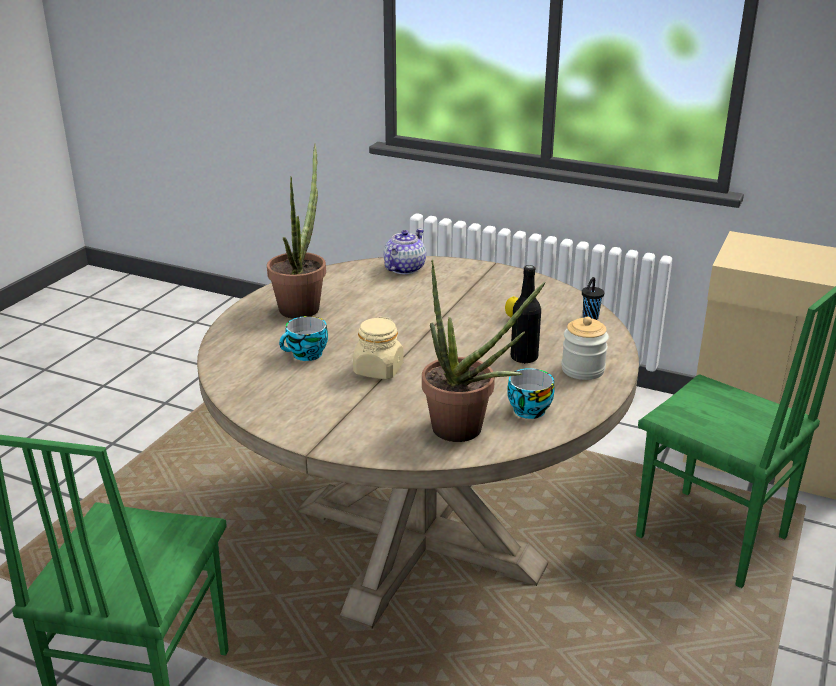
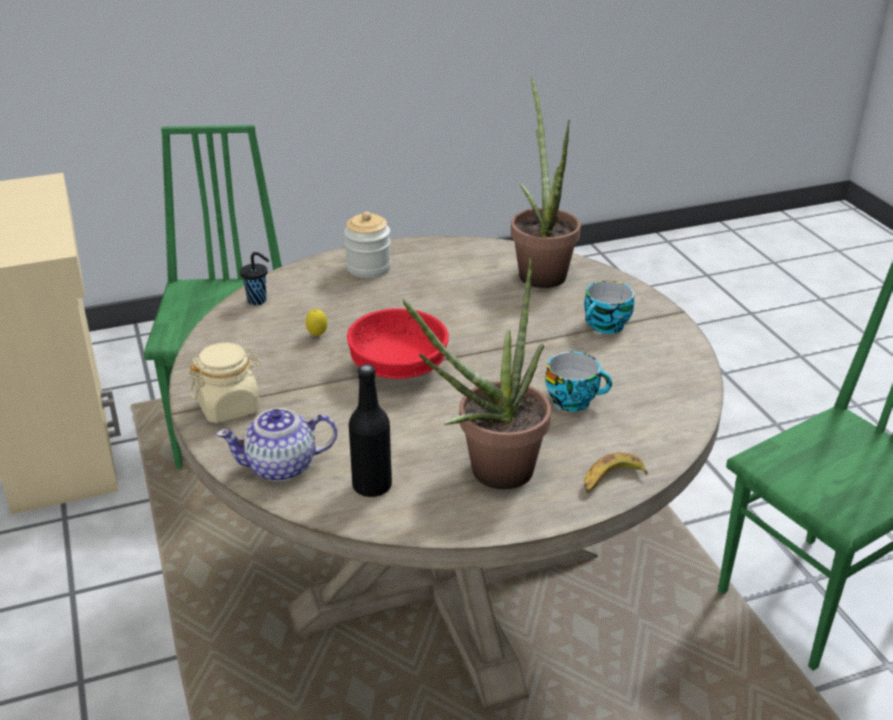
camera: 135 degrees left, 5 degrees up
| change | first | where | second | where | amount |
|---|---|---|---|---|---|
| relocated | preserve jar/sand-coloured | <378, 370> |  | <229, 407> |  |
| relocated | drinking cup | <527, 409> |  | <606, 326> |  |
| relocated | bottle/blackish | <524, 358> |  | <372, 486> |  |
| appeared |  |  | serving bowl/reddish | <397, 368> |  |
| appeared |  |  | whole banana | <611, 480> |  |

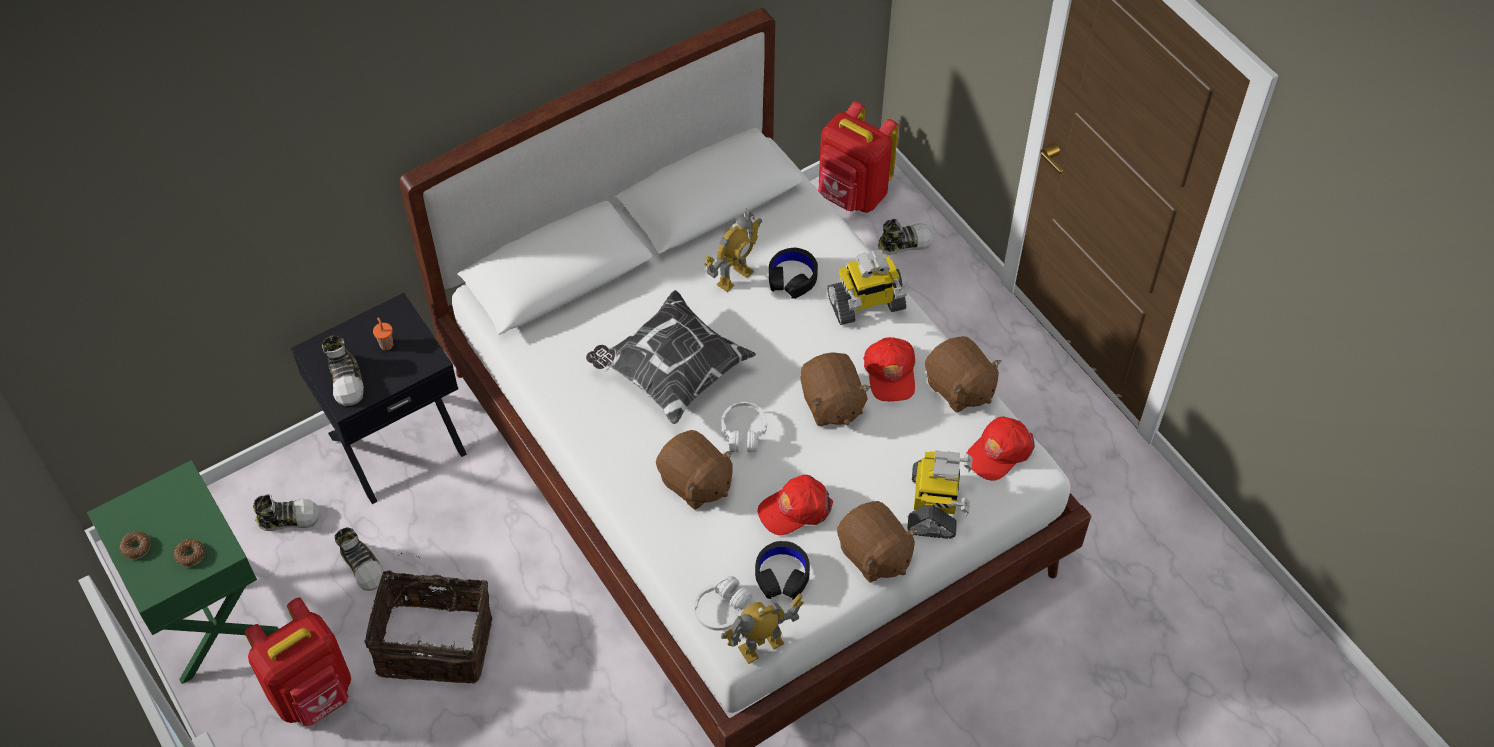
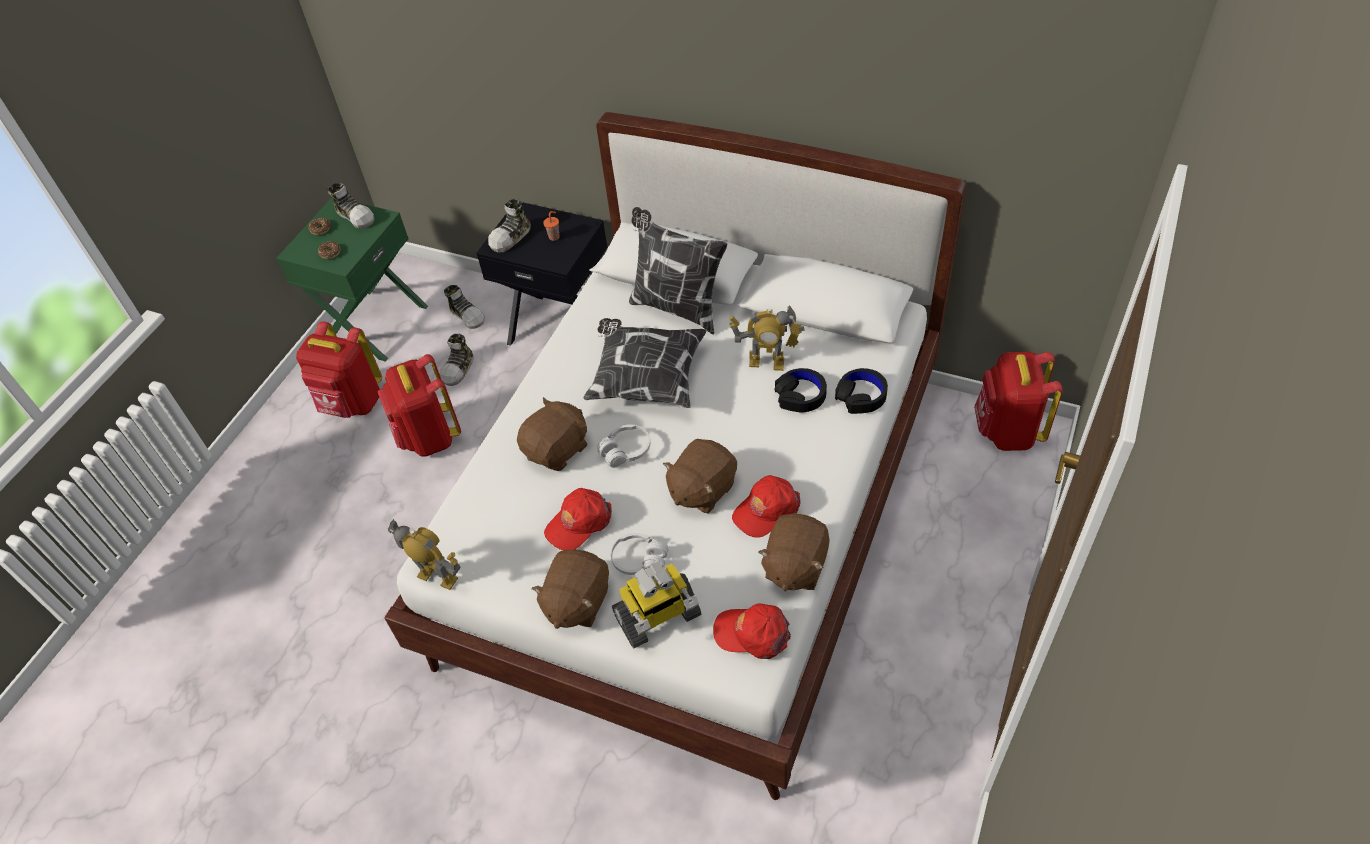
camera: 60 degrees right, 5 degrees down
| change | first | where | second | where | amount |
|---|---|---|---|---|---|
| exchanged | household basket | <436, 641> | knapsack/reddish | <429, 437> |  |
| spun | plush toy/brownish | <695, 483> |  | <557, 450> | 150 degrees counterclockwise |
| relocated | headphones/white-coloured | <722, 609> |  | <639, 560> |  |
| relocated | headphones/blackish | <782, 575> |  | <861, 396> |  |
| spun | peaked cap/reddish | <795, 509> |  | <578, 523> | 75 degrees counterclockwise |
| missing | robot figure | <866, 304> |  |  |  |
| relocated | item of footwear | <904, 242> |  | <355, 216> |  |
| appeared |  |  | pillow | <677, 307> |  |

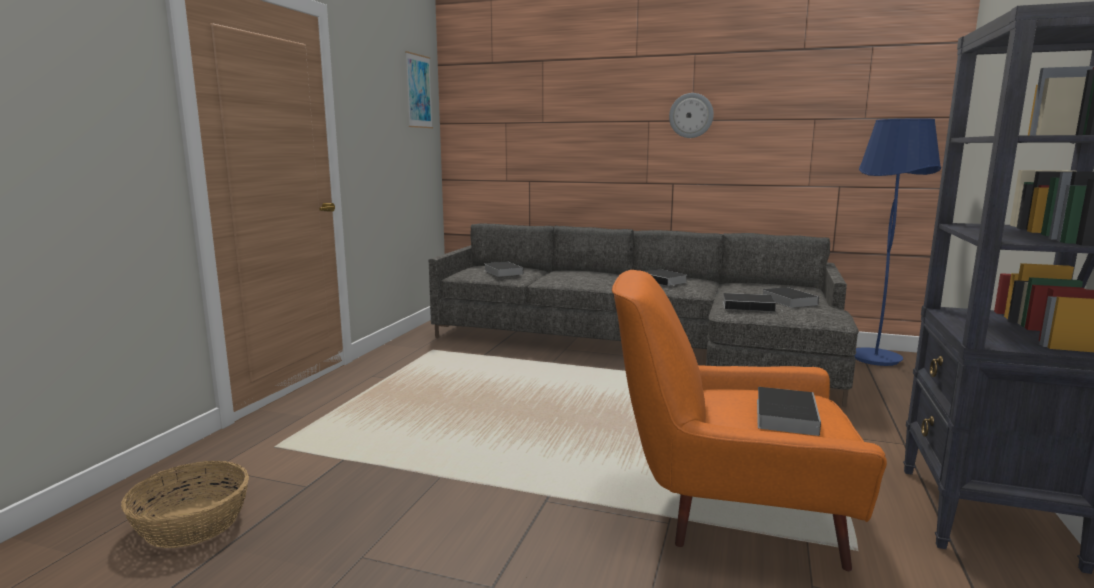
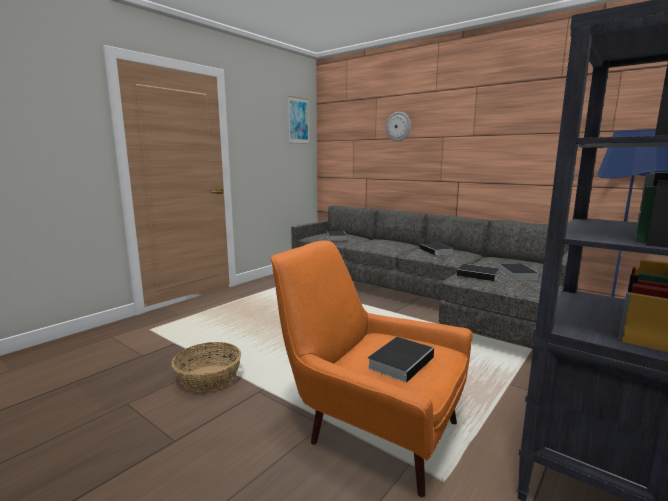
camera: 20 degrees right, 0 degrees up
| change | first | where | second | where | amount |
|---|---|---|---|---|---|
| relocated | household basket | <191, 523> |  | <208, 378> |  |
| relocated | hanging clock | <691, 115> |  | <398, 126> |  |

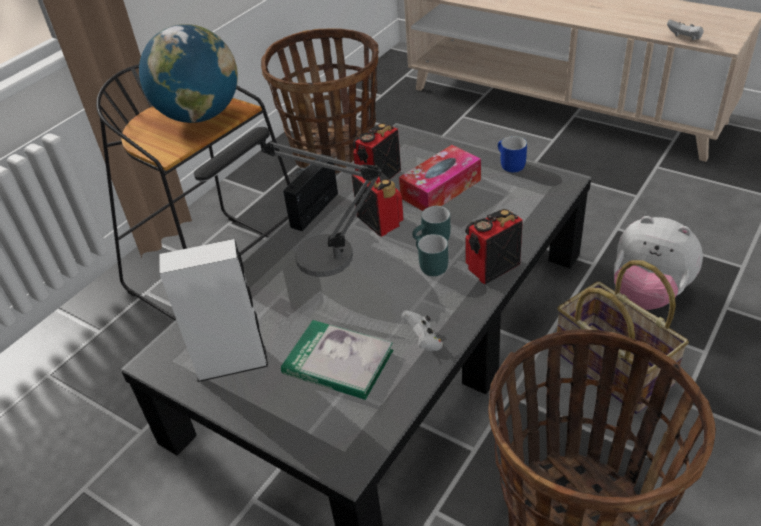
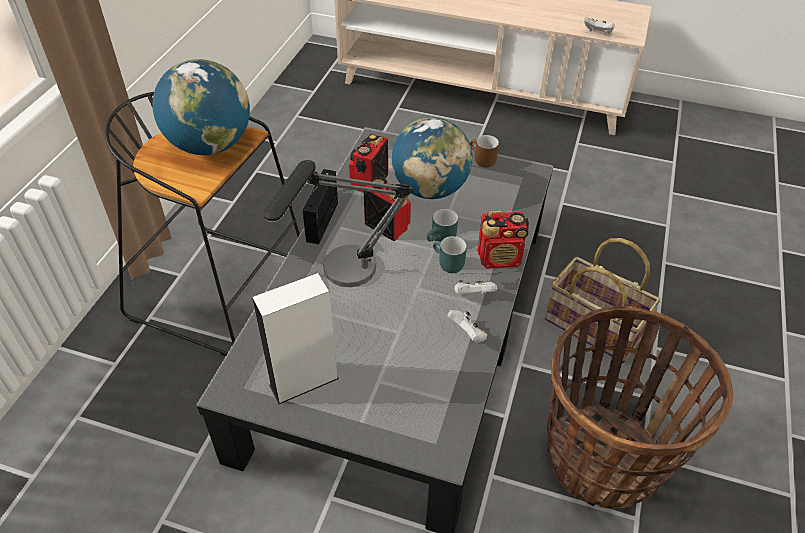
camera: 20 degrees left, 5 degrees up
| change | first | where | second | where | amount |
|---|---|---|---|---|---|
| missing | household basket | <334, 152> |  |  |  |
| missing | book | <338, 362> |  |  |  |
| exchanged | tissue box | <441, 189> | globe | <430, 189> |  |
| spun | radio set | <491, 267> |  | <500, 258> | 135 degrees counterclockwise |
| colour | tea mug/blue | <508, 165> | tea mug/brownish | <481, 160> |  |
| missing | plush toy | <648, 294> |  |  |  |
| appeared |  |  | game controller/white-coloured | <473, 296> |  |

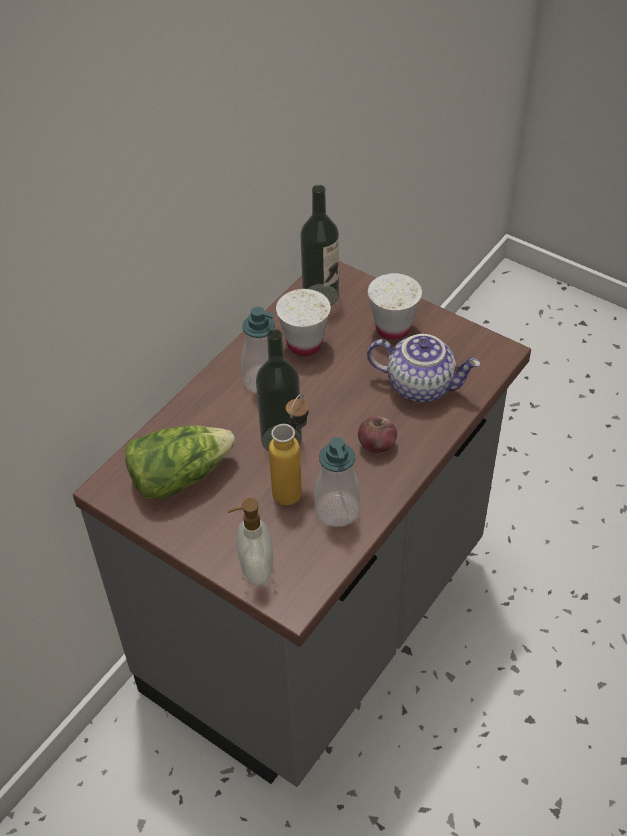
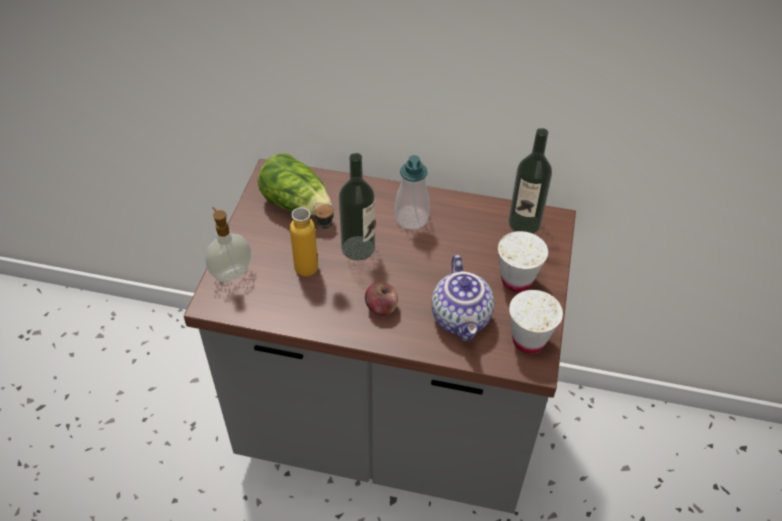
camera: 65 degrees right, 0 degrees up
| change | first | where | second | where | amount |
|---|---|---|---|---|---|
| relocated | drinking cup/white-coloured | <304, 344> |  | <528, 340> |  |
| missing | liquid soap bottle | <337, 510> |  |  |  |

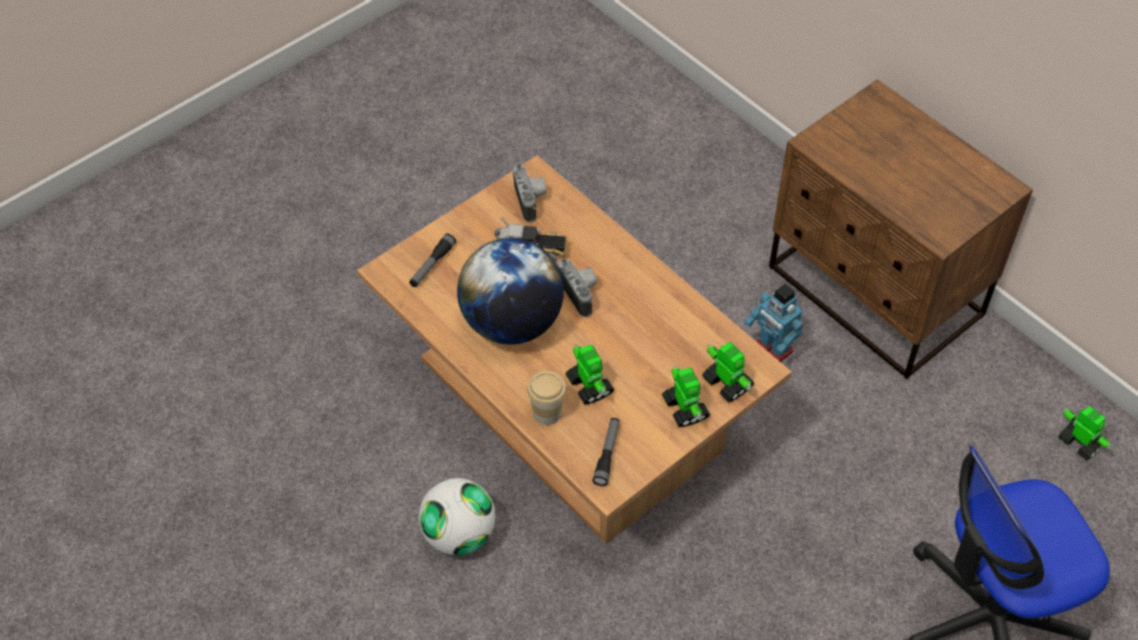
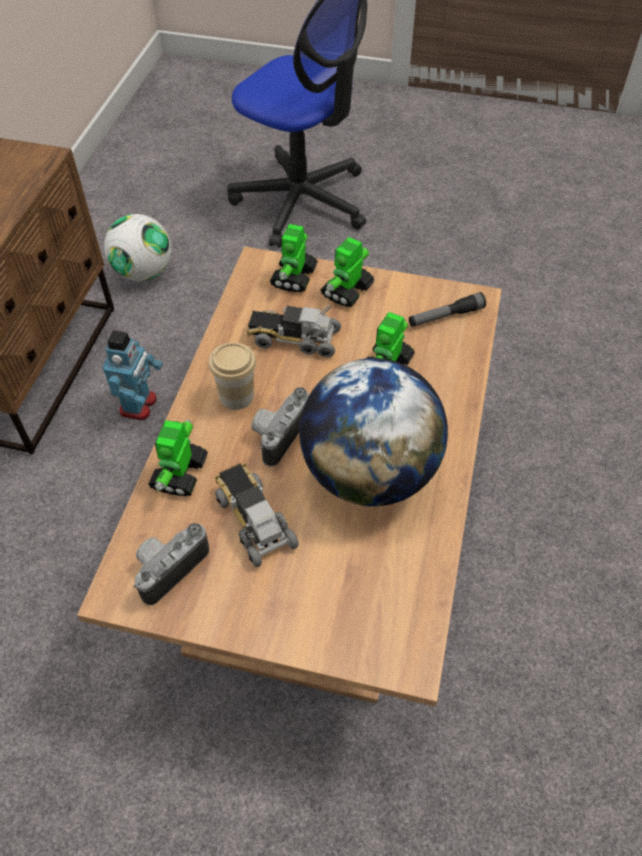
camera: 125 degrees left, 0 degrees up
| change | first | where | second | where | amount |
|---|---|---|---|---|---|
| missing | hand torch | <432, 265> |  |  |  |
| relocated | football | <459, 535> |  | <143, 272> |  |
| relocated | drinking cup | <547, 413> |  | <236, 396> |  |
| relocated | robot figure | <1080, 442> |  | <179, 474> |  |
| appeared |  |  | toy lorry | <294, 338> |  |

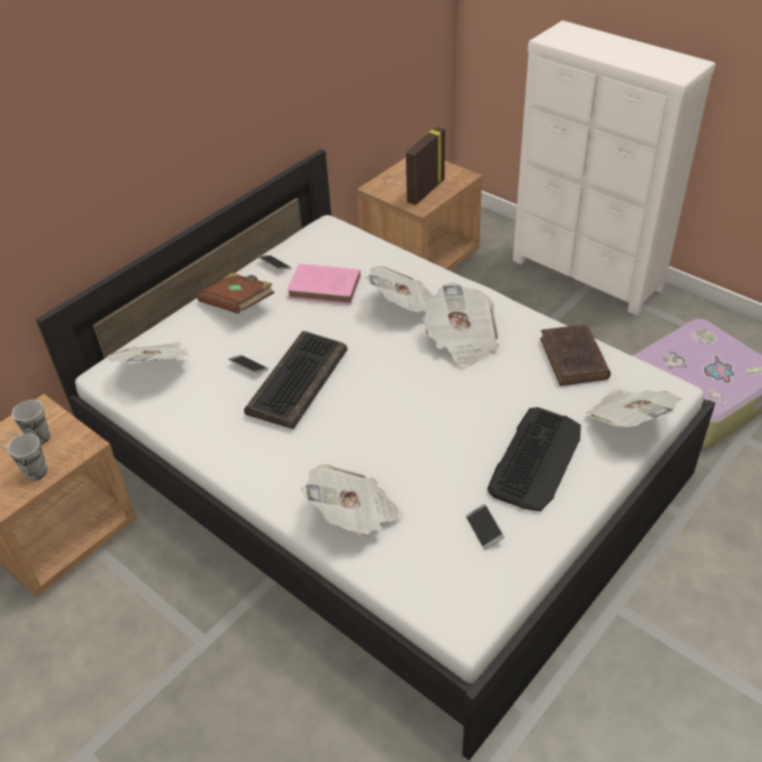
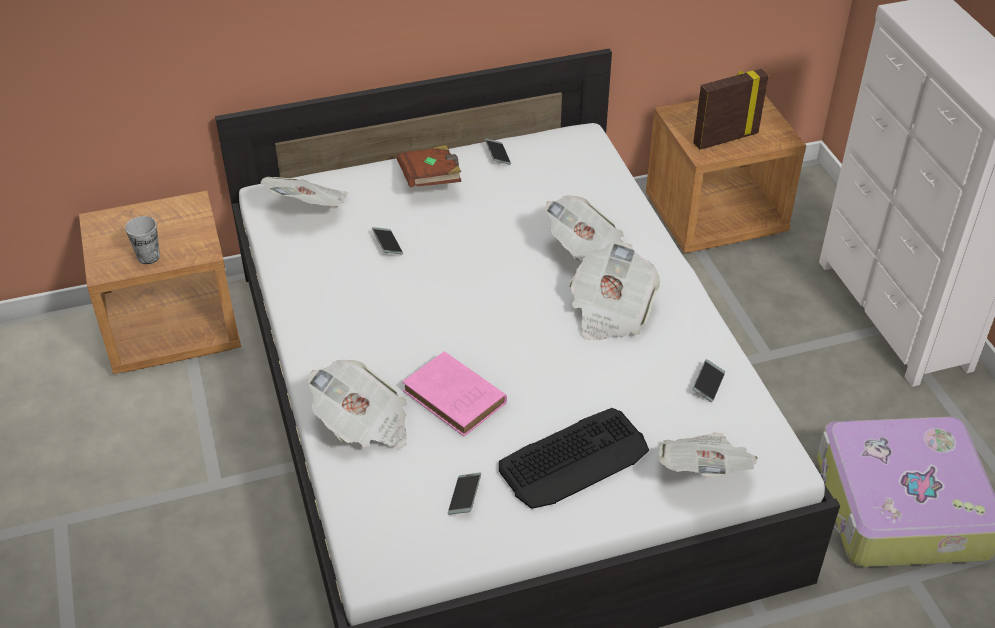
camera: 30 degrees right, 0 degrees up
| change | first | where | second | where | amount |
|---|---|---|---|---|---|
| missing | drinking cup | <39, 437> |  |  |  |
| missing | computer keyboard | <297, 380> |  |  |  |
| relocated | book/pink-coloured | <327, 288> |  | <456, 399> |  |
| exchanged | book/brownish | <574, 360> | handset | <708, 384> |  |

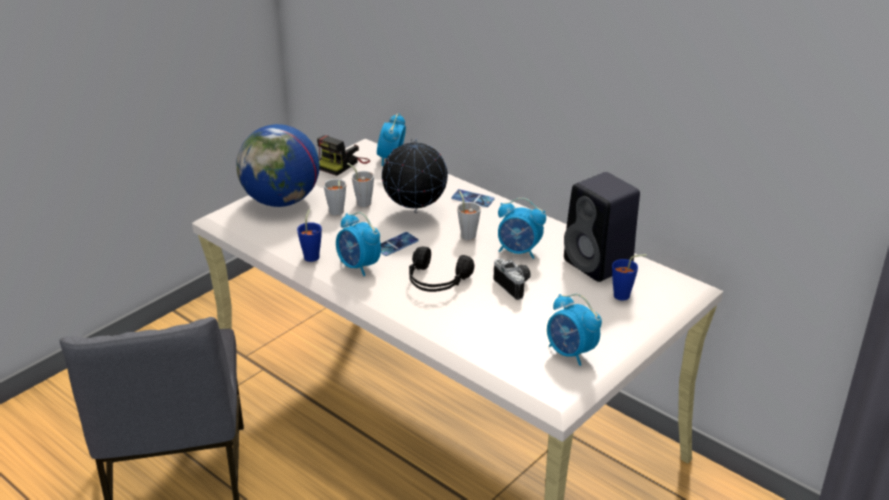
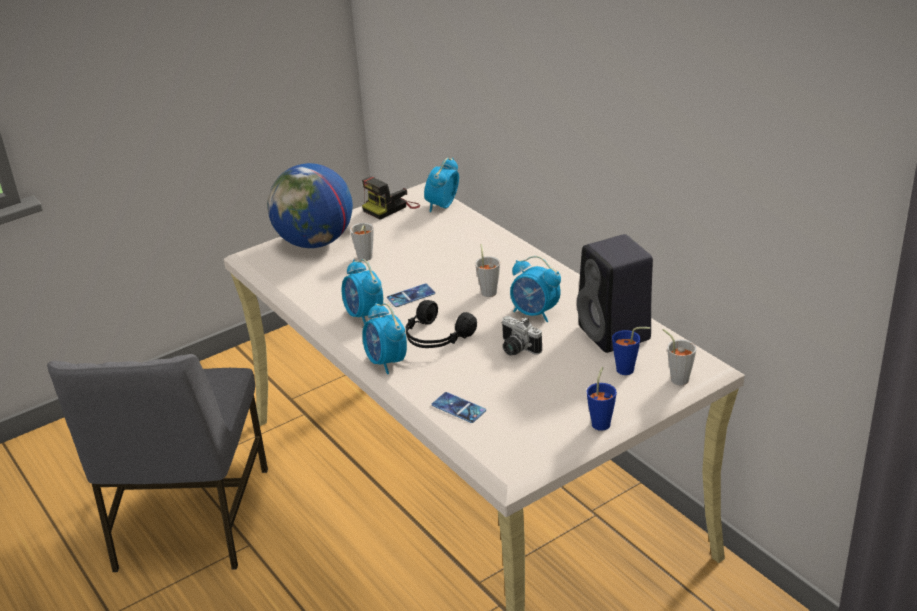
camera: 15 degrees right, 0 degrees up
| change | first | where | second | where | amount |
|---|---|---|---|---|---|
| relocated | drinking cup/blue | <312, 255> |  | <602, 421> |  |
| relocated | drinking cup/greyish | <361, 202> |  | <677, 377> |  |
| missing | globe | <415, 212> |  |  |  |
| relocated | handset | <472, 199> |  | <458, 408> |  |
| spun | still camera | <515, 285> |  | <516, 349> | 150 degrees clockwise |
| relocated | bedside clock | <570, 353> |  | <386, 362> |  |

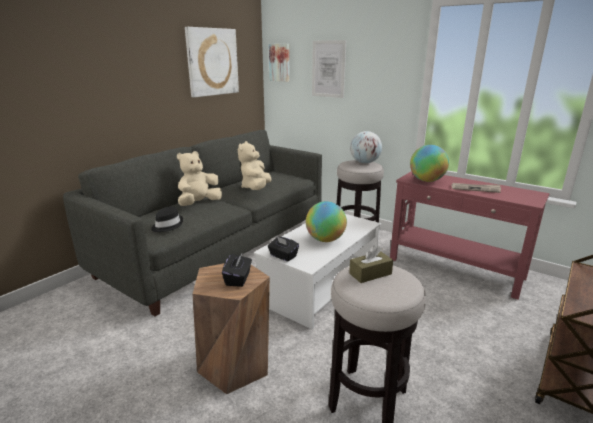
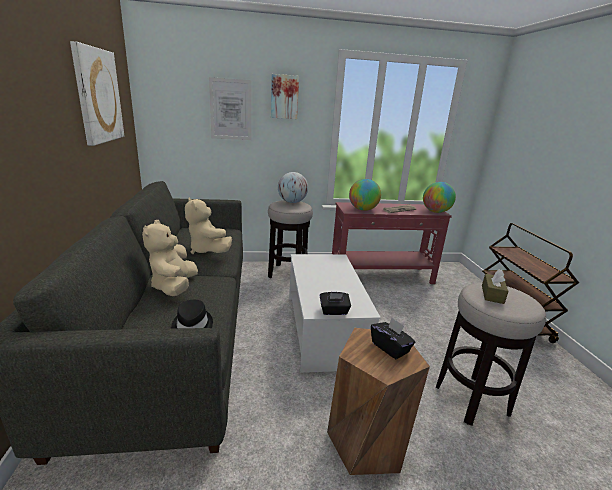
camera: 45 degrees left, 0 degrees up
| change | first | where | second | where | amount |
|---|---|---|---|---|---|
| relocated | wall picture | <280, 62> |  | <284, 97> |  |
| relocated | globe | <325, 240> |  | <435, 212> |  |

